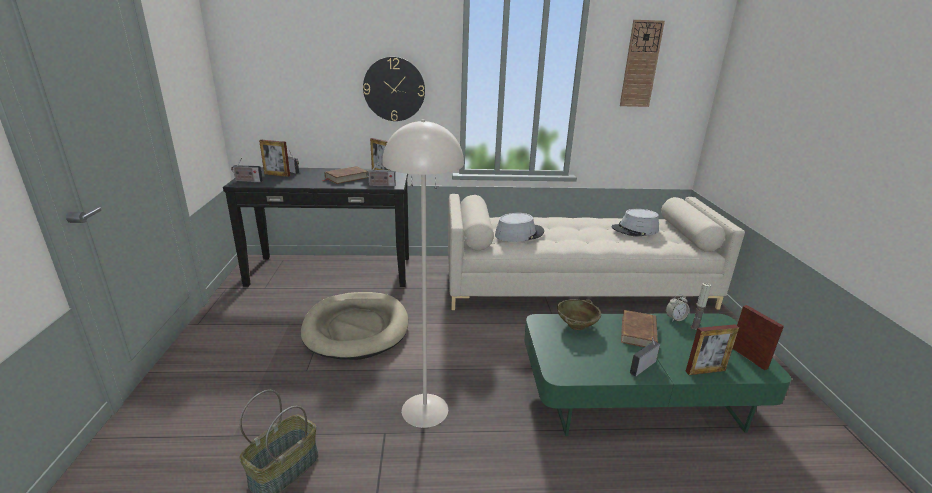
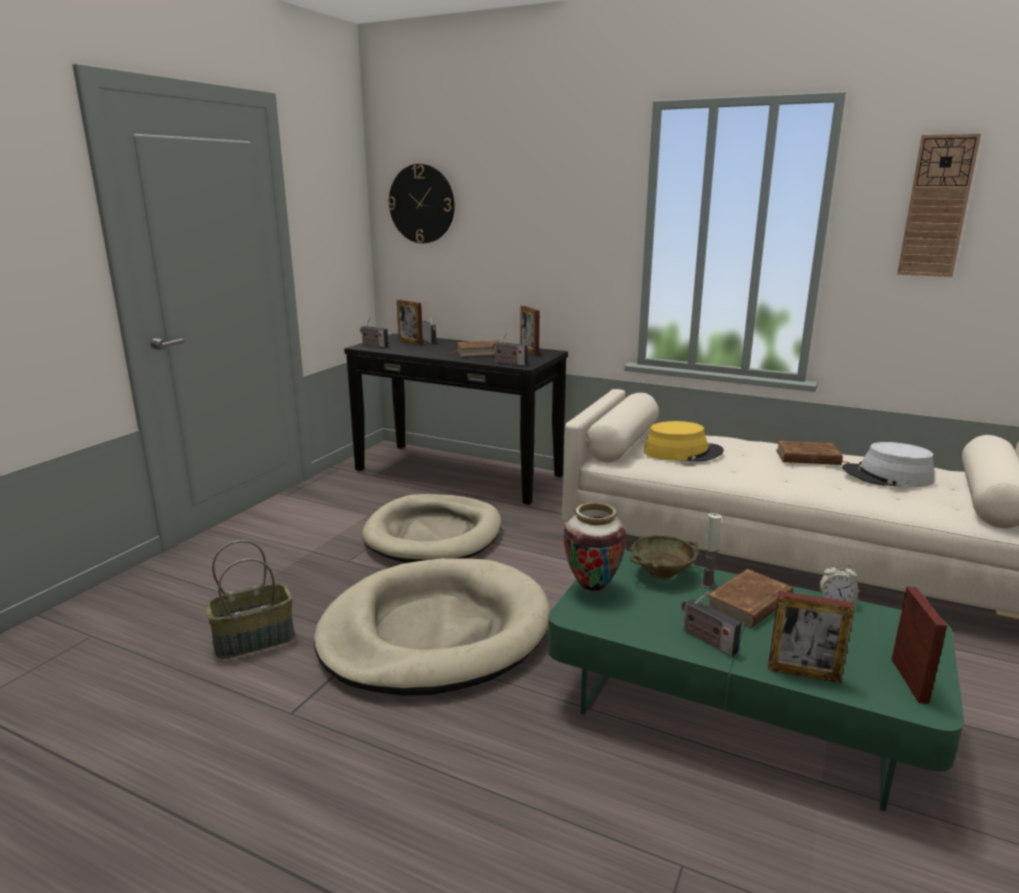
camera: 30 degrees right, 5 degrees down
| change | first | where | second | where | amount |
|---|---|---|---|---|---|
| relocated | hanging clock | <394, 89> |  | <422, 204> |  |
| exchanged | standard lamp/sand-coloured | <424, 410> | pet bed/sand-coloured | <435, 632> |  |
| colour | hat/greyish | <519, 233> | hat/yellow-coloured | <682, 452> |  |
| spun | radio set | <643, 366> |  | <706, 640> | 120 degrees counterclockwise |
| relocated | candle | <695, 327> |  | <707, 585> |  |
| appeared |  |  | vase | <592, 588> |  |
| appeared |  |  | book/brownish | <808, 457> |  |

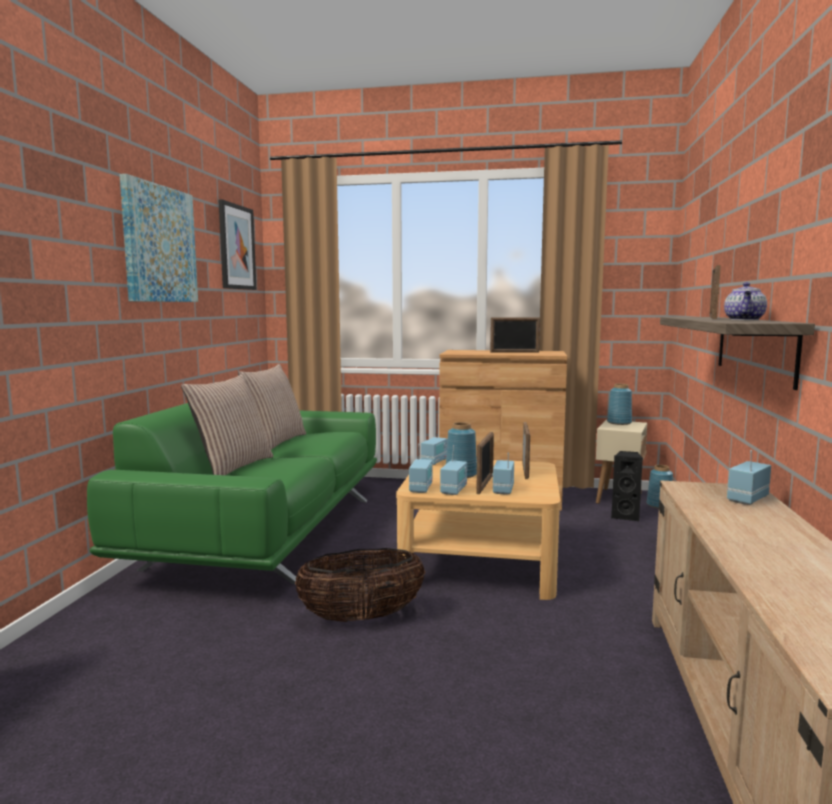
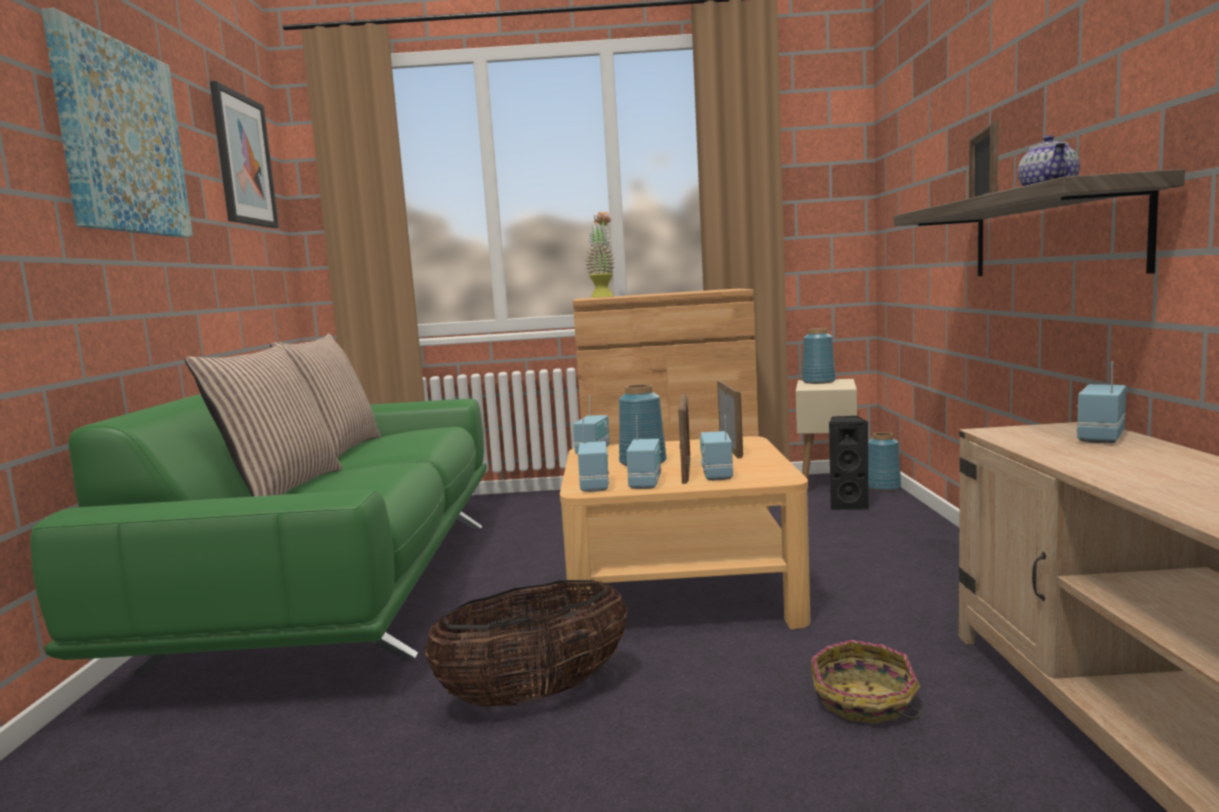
camera: 10 degrees left, 0 degrees up
| change | first | where | second | where | amount |
|---|---|---|---|---|---|
| missing | standing frame | <514, 352> |  |  |  |
| appeared |  |  | houseplant | <603, 297> |  |
| appeared |  |  | household basket | <864, 702> |  |

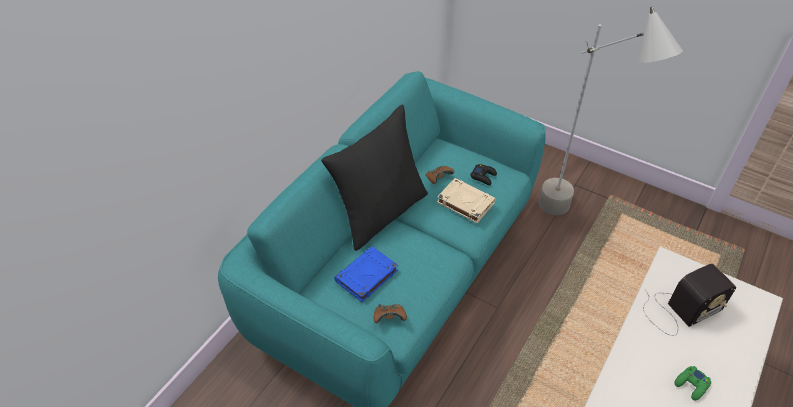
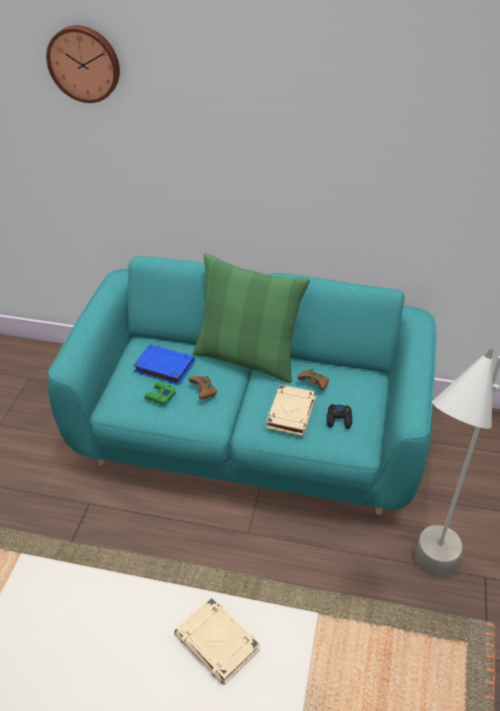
camera: 70 degrees right, 5 degrees down
| change | first | where | second | where | amount |
|---|---|---|---|---|---|
| colour | pillow/blackish | <381, 213> | pillow/greenish | <247, 358> |  |
| relocated | game controller/brownish | <389, 318> |  | <204, 392> |  |
| exchanged | radio set | <679, 310> | book/sand-coloured | <218, 643> |  |
| relocated | game controller/greenish | <691, 385> |  | <160, 396> |  |
| appeared |  |  | hanging clock | <84, 63> |  |

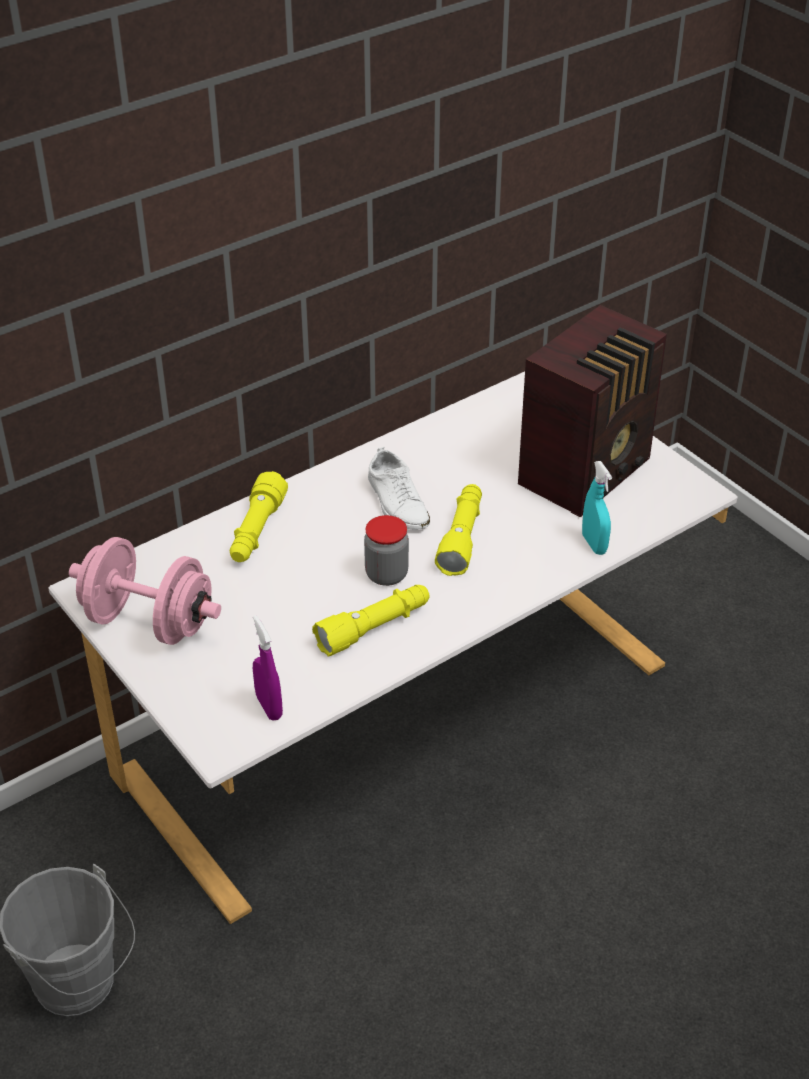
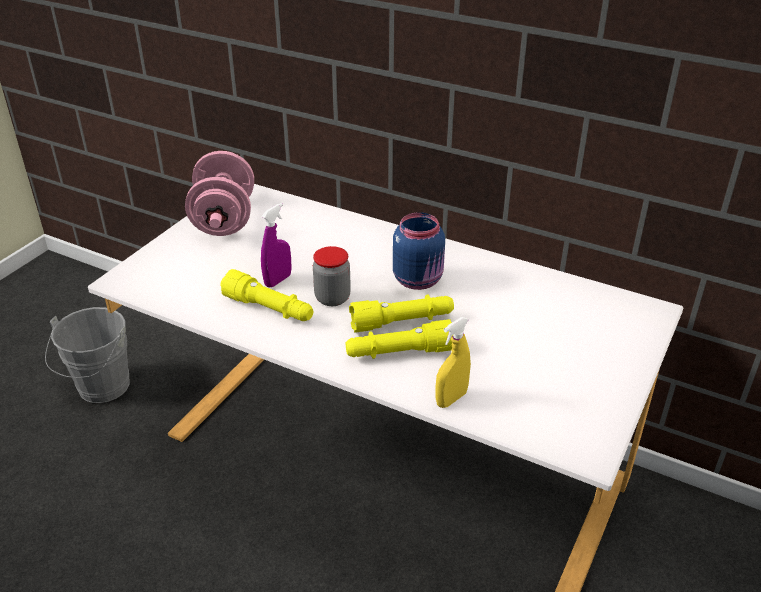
camera: 65 degrees right, 5 degrees down
| change | first | where | second | where | amount |
|---|---|---|---|---|---|
| relocated | hand torch/yellow-coloured | <256, 531> |  | <399, 353> |  |
| relocated | hand sprayer/purple | <269, 707> |  | <278, 280> |  |
| exchanged | item of footwear/white-coloured | <397, 502> | preserve jar/blue | <419, 280> |  |
| missing | radio set | <588, 472> |  |  |  |
| colour | hand sprayer/turquoise-coloured | <594, 544> | hand sprayer/yellow-coloured | <451, 399> |  |

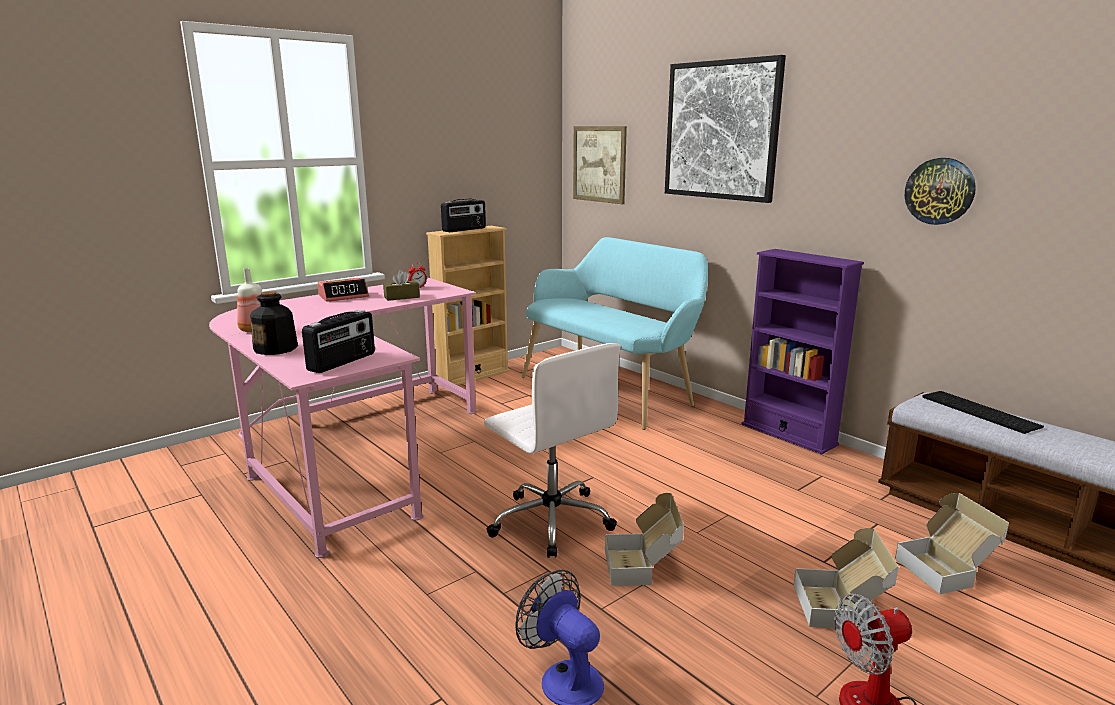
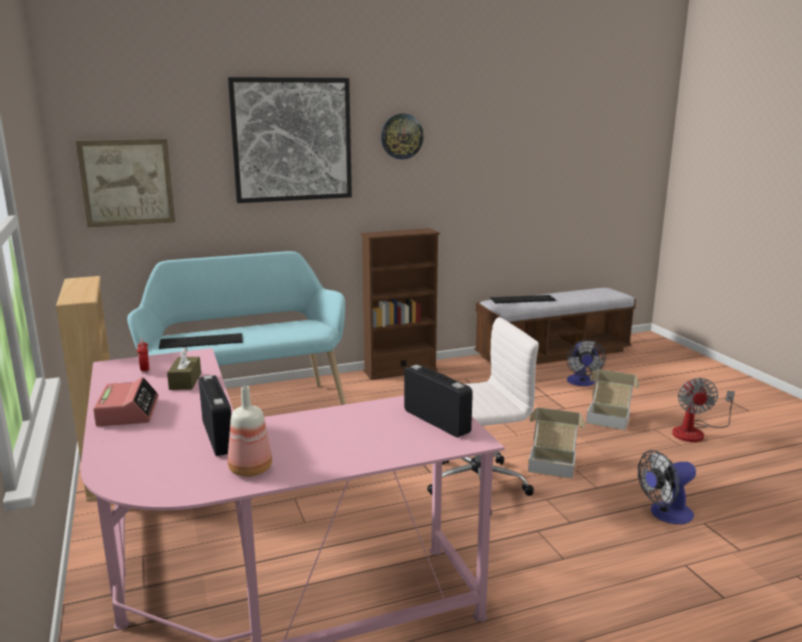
camera: 70 degrees left, 0 degrees up
| change | first | where | second | where | amount |
|---|---|---|---|---|---|
| missing | bottle | <276, 349> |  |  |  |
| relocated | radio set | <464, 229> |  | <218, 436> |  |
| colour | bookcase/purple | <788, 434> | bookcase/brownish | <400, 370> |  |
| exchanged | cardboard box | <946, 570> | electric fan | <581, 383> |  |
| relocated | hanging clock | <939, 191> |  | <401, 136> |  |
| appeared |  |  | computer keyboard | <202, 341> |  |

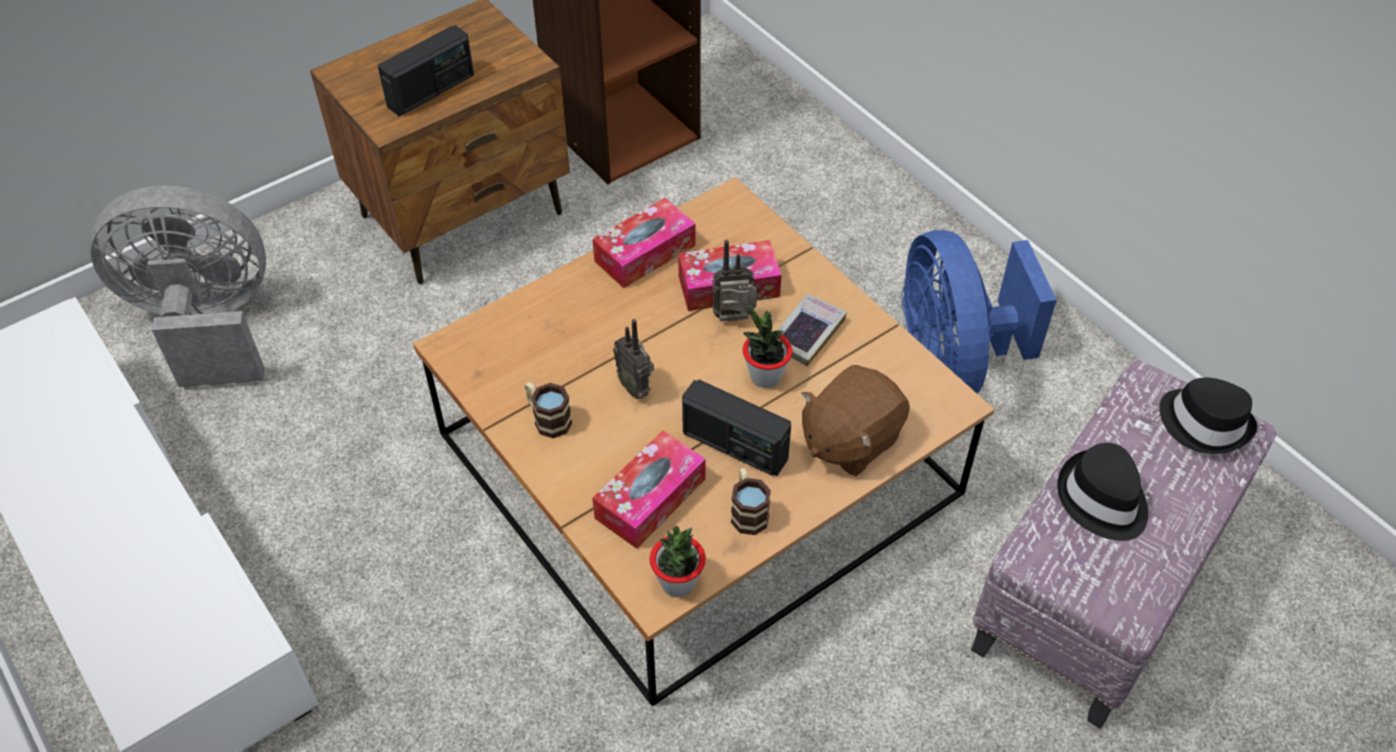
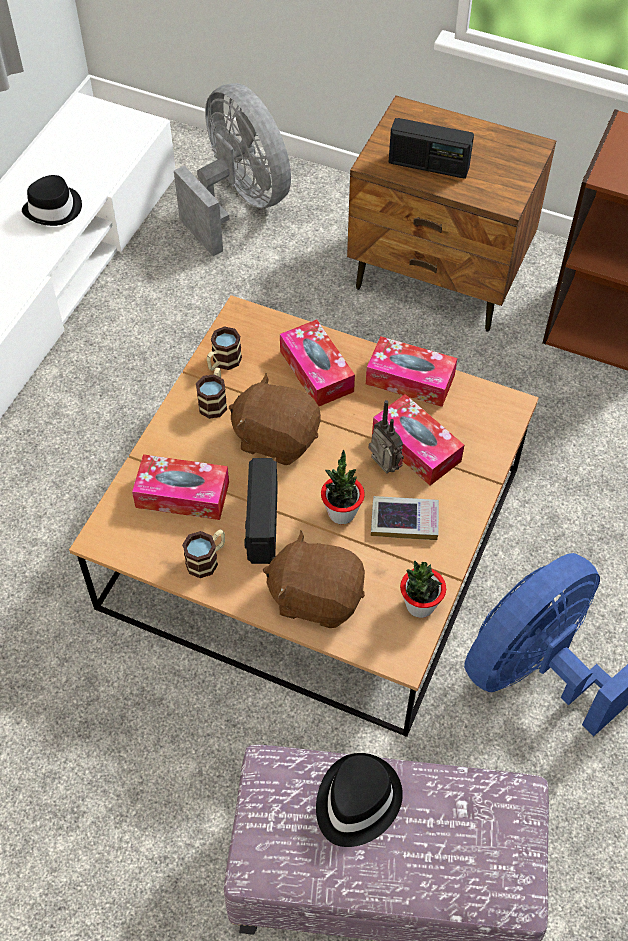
camera: 60 degrees right, 5 degrees up
| change | first | where | second | where | amount |
|---|---|---|---|---|---|
| exchanged | radio set | <636, 387> | plush toy/brownish | <276, 438> |  |
| relocated | houseplant | <678, 583> |  | <420, 605> |  |
| relocated | hat/blackish | <1205, 423> |  | <54, 209> |  |
| appeared |  |  | tea mug | <223, 362> |  |
| appeared |  |  | tissue box | <316, 371> |  |

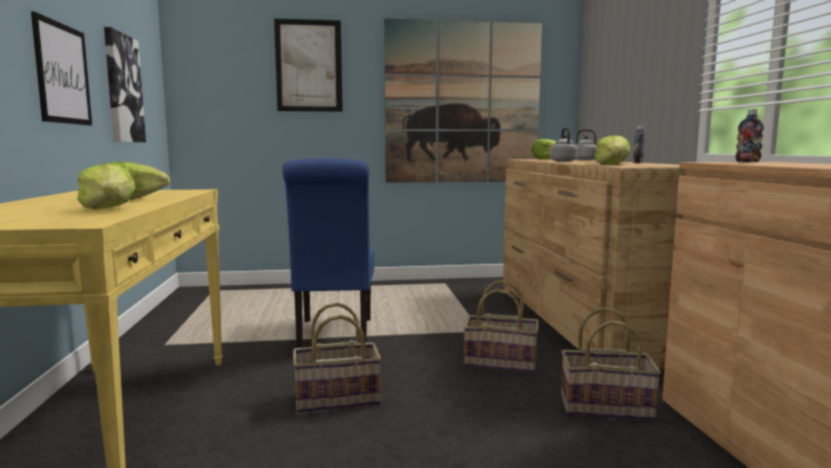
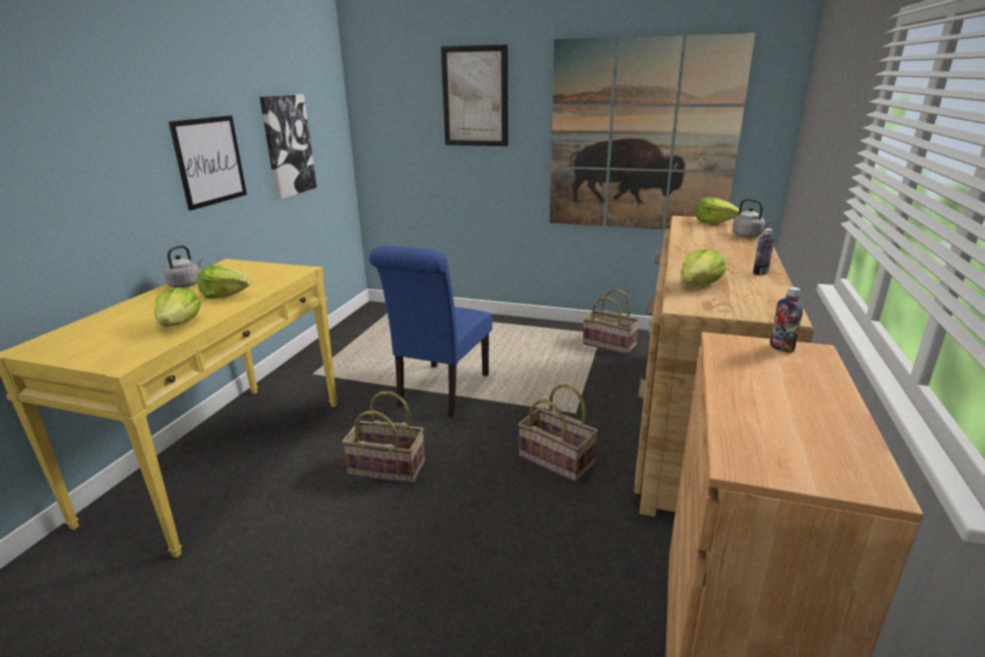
camera: 25 degrees right, 15 degrees up
| change | first | where | second | where | amount |
|---|---|---|---|---|---|
| relocated | tea kettle/greyish | <562, 161> |  | <186, 284> |  |
| relocated | household basket | <606, 407> |  | <609, 344> |  |

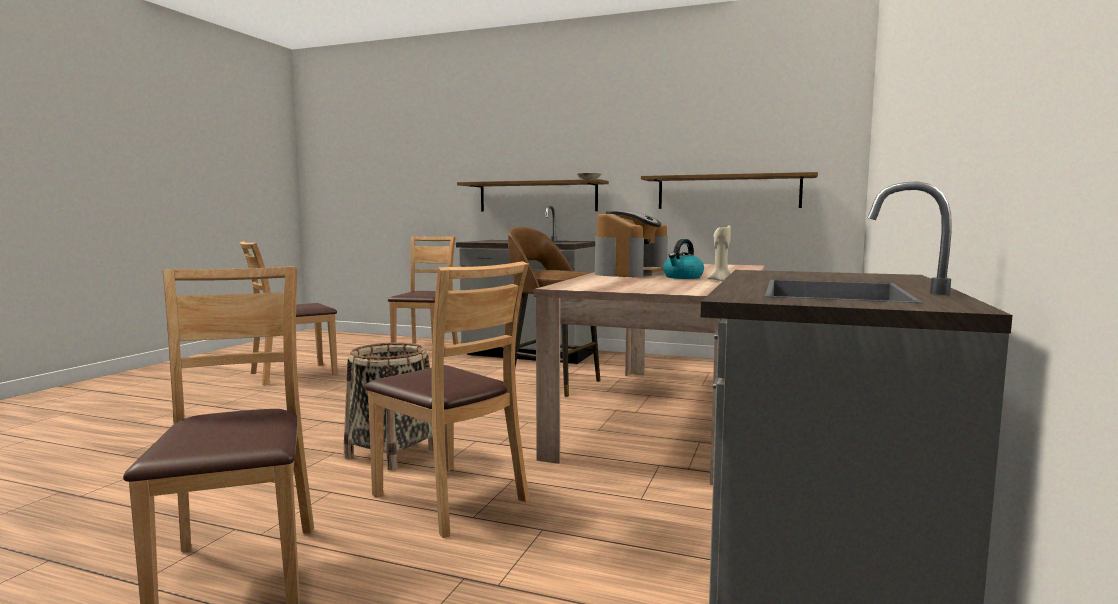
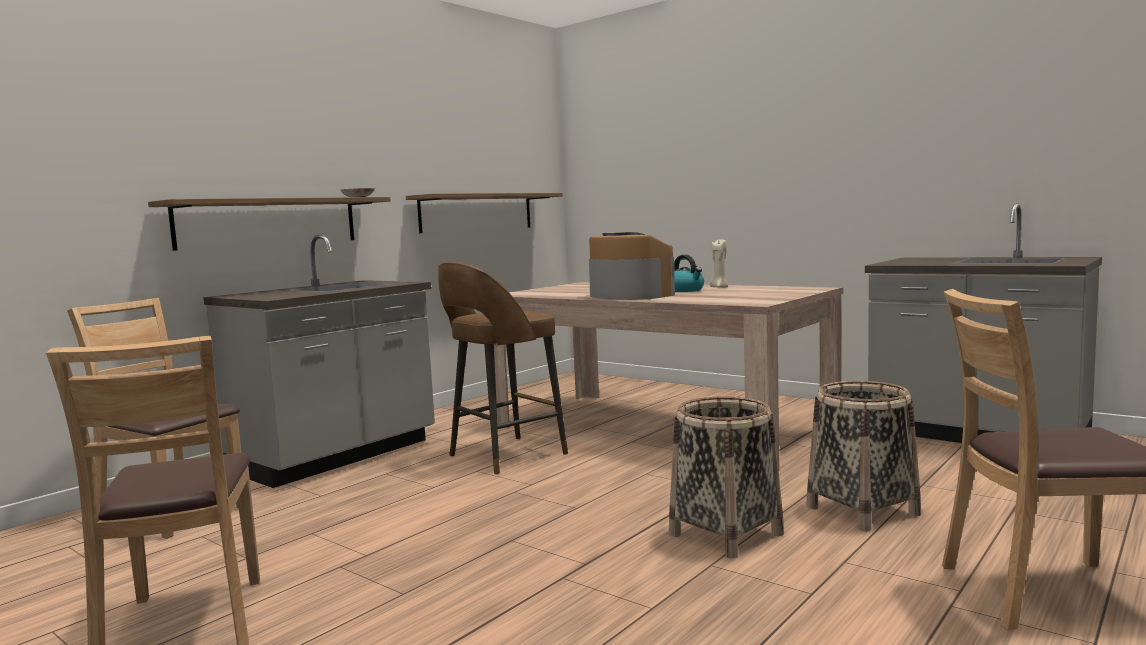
camera: 70 degrees left, 0 degrees up
| change | first | where | second | where | amount |
|---|---|---|---|---|---|
| exchanged | chair/brownish | <450, 499> | household basket | <862, 511> |  |

